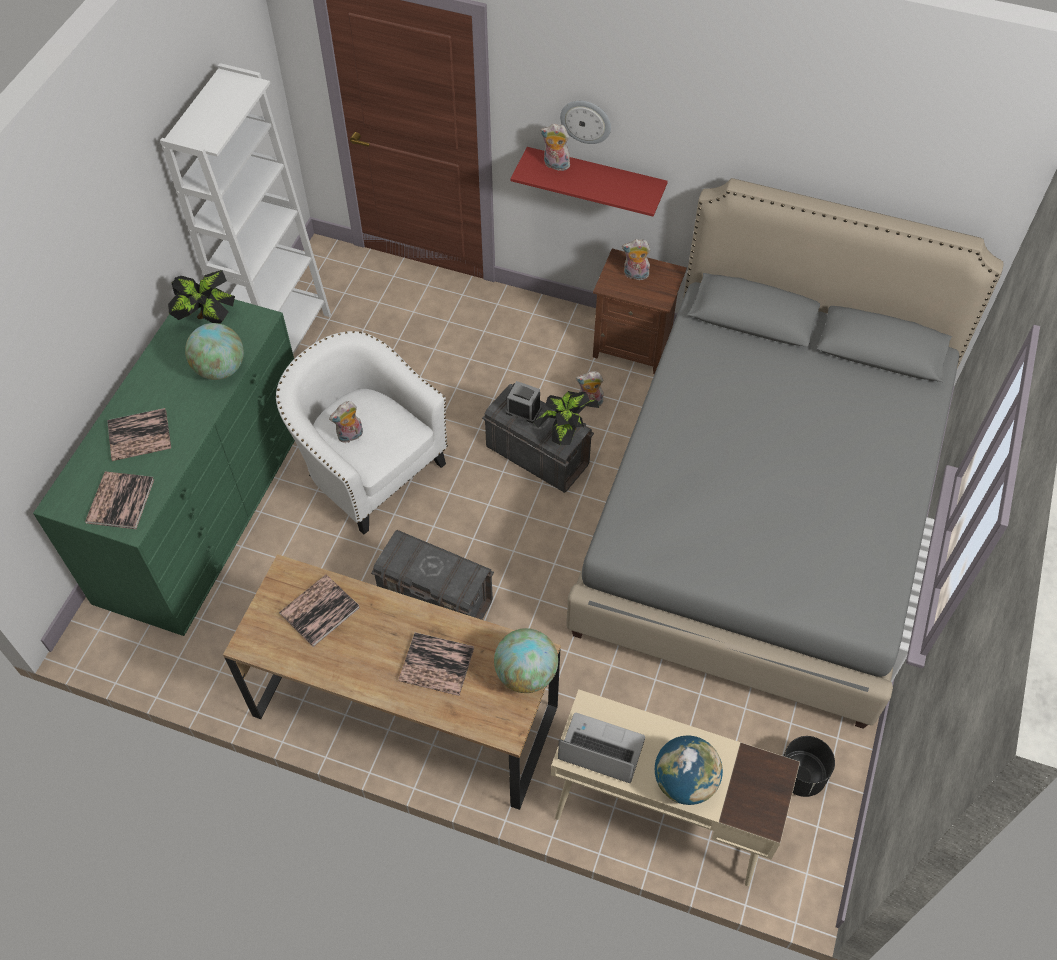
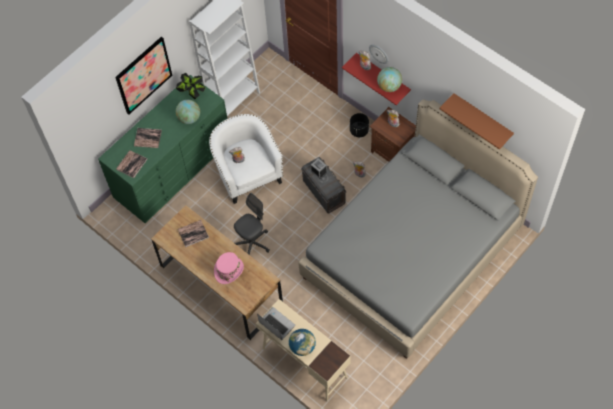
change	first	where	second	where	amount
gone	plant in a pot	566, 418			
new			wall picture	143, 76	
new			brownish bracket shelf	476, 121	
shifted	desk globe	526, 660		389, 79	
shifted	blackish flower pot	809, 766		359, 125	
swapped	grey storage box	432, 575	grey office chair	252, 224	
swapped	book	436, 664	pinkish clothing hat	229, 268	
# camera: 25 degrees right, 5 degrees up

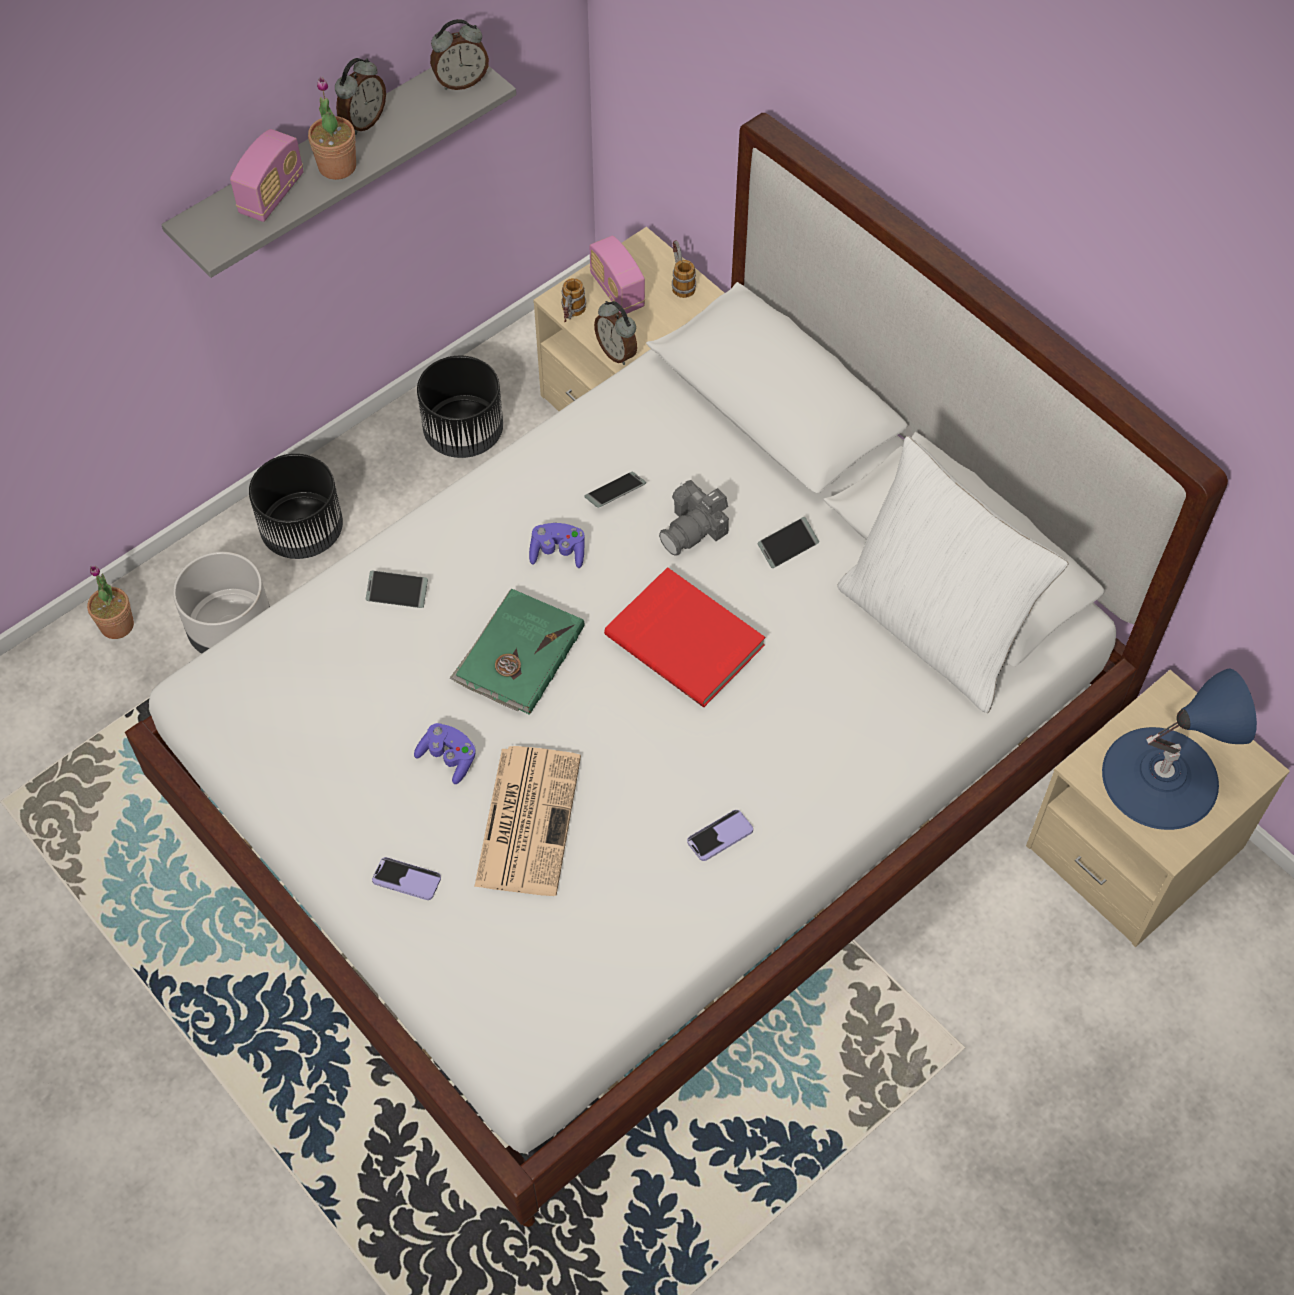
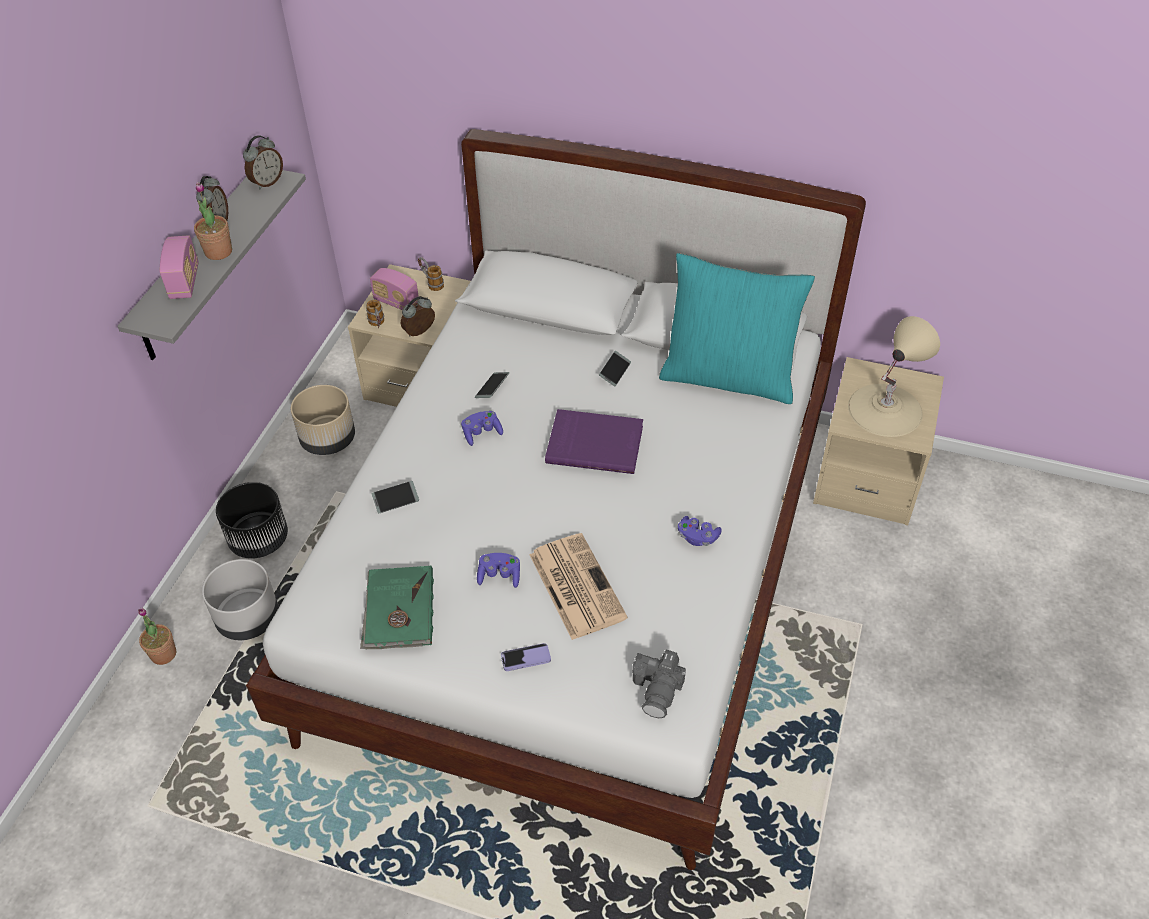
change	first	where	second	where	amount
shifted	green book	517, 652		397, 607	
shifted	photo camera	694, 518		659, 683	
swapped	telephone	720, 835	purple joypad	700, 531	
repainted	blackish flower pot	460, 407	beige flower pot	323, 420	
repainted	red book	685, 637	purple book	594, 441	
repainted	white-coloured pillow	953, 574	turquoise pillow	737, 328	
repainted	bluish table lamp	1179, 749	beige table lamp	894, 376	
rotated	table clock	615, 333		418, 316	120 degrees clockwise
# camera: 30 degrees left, 10 degrees down

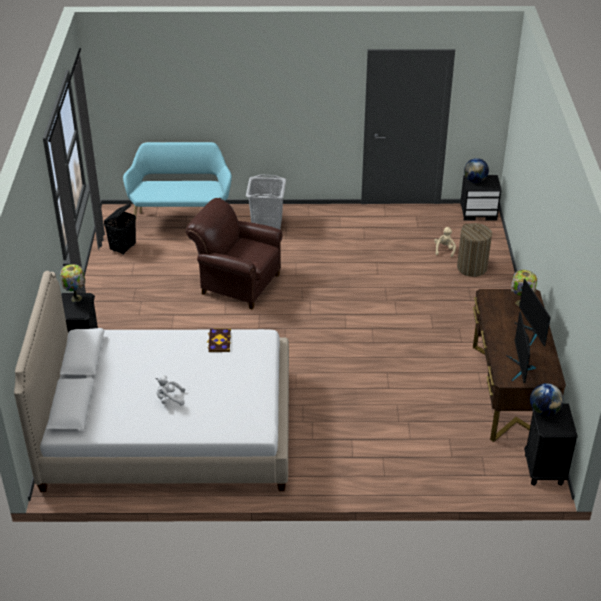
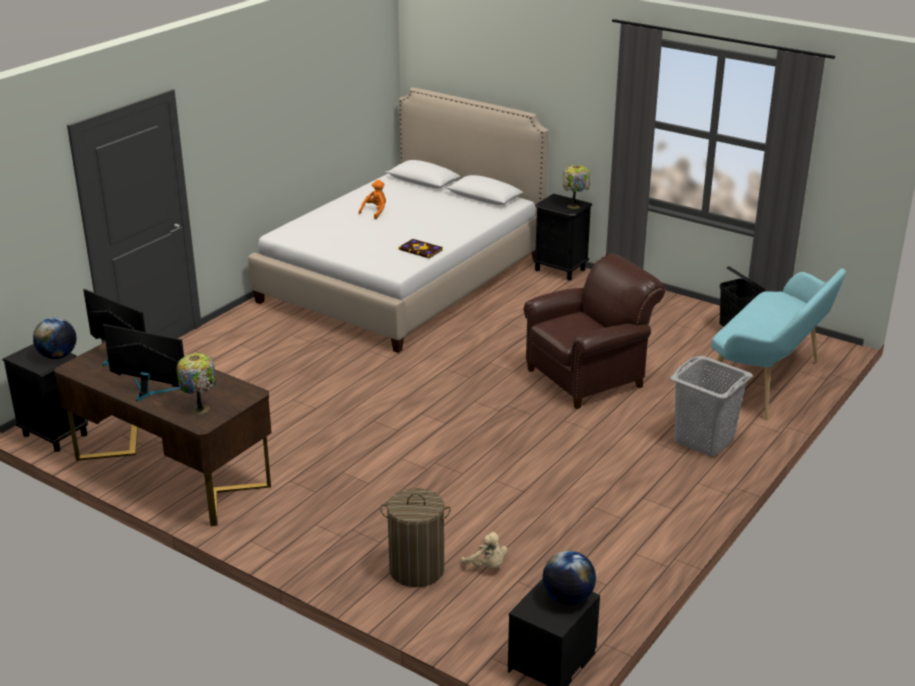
change	first	where	second	where	amount
repainted	white-coloured cuddly toy	170, 390	orange cuddly toy	372, 199	
# camera: 125 degrees right, 10 degrees down

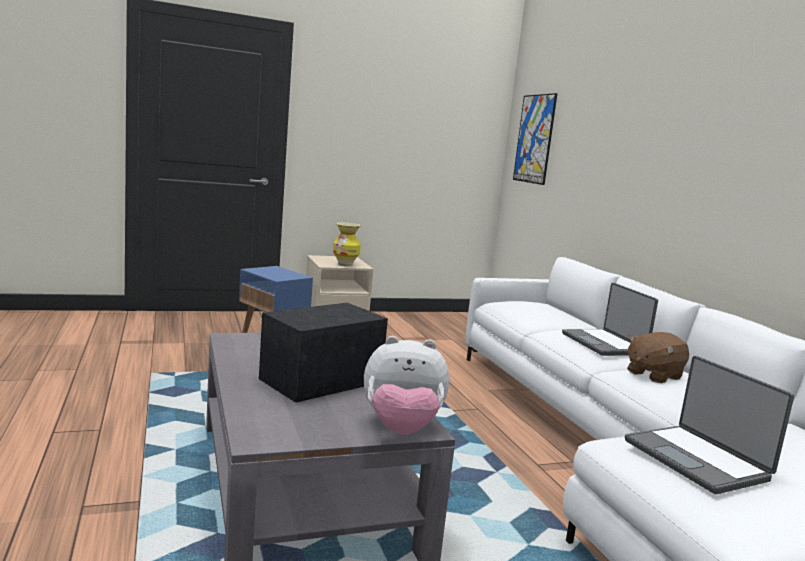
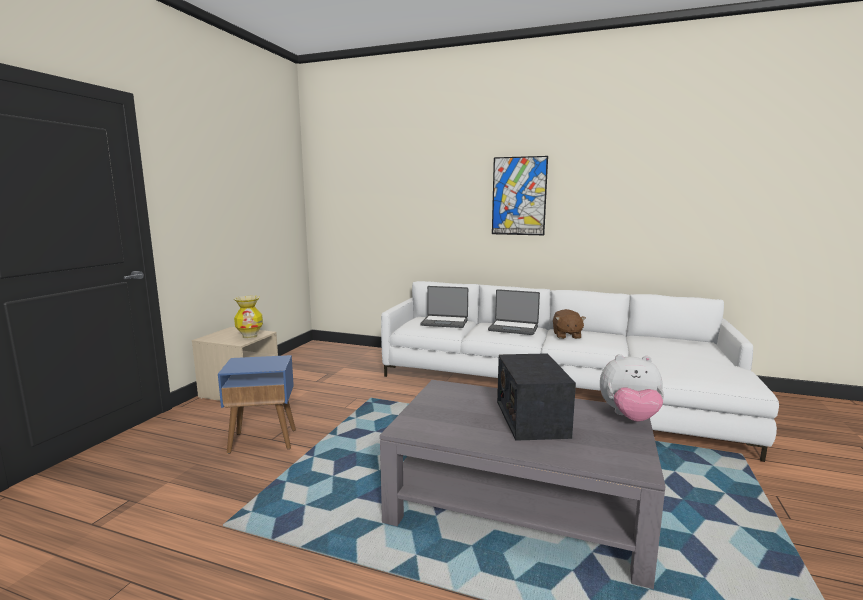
change	first	where	second	where	amount
shifted	wall picture	535, 139		520, 195	
shifted	notebook computer	709, 425		444, 307	
rotated	cuddly toy	406, 385		632, 388	60 degrees clockwise
# camera: 50 degrees left, 0 degrees up

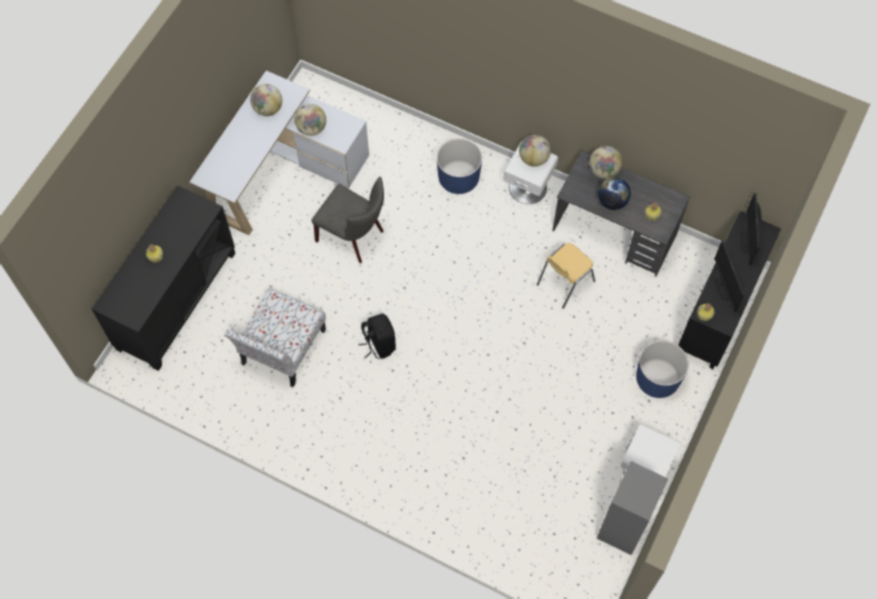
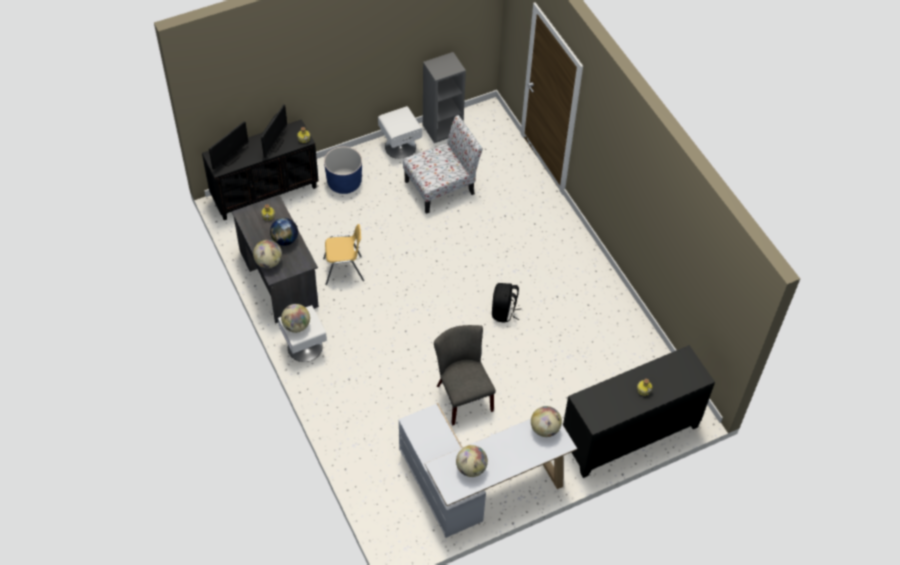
change	first	where	second	where	amount
gone	bluish flower pot	459, 166			
shifted	plain chair	275, 337		443, 164	
shifted	desk globe	310, 120		546, 421	
# camera: 145 degrees left, 10 degrees down

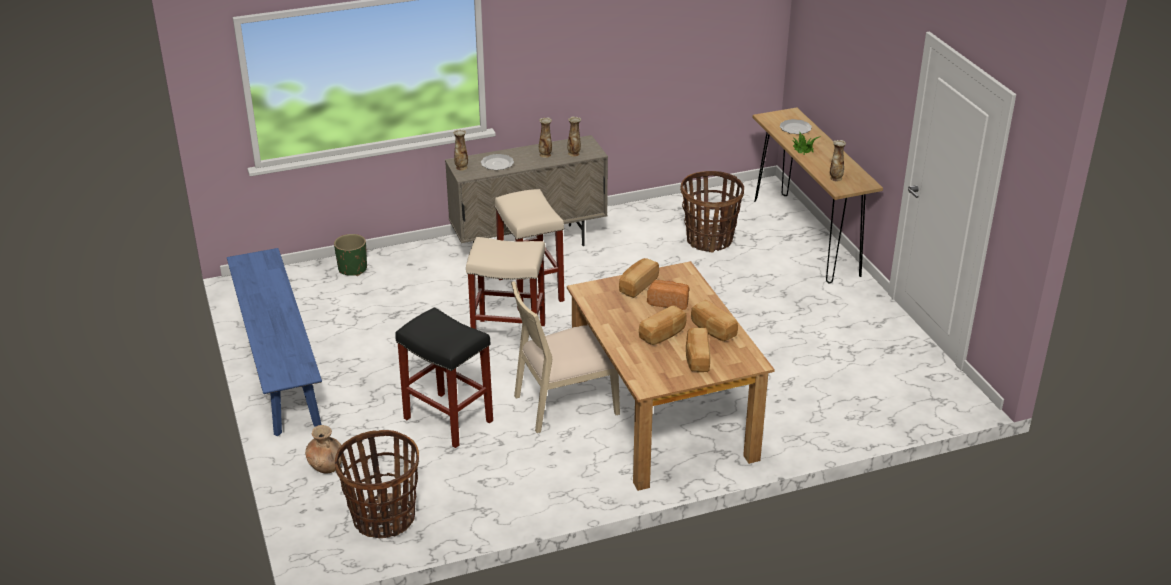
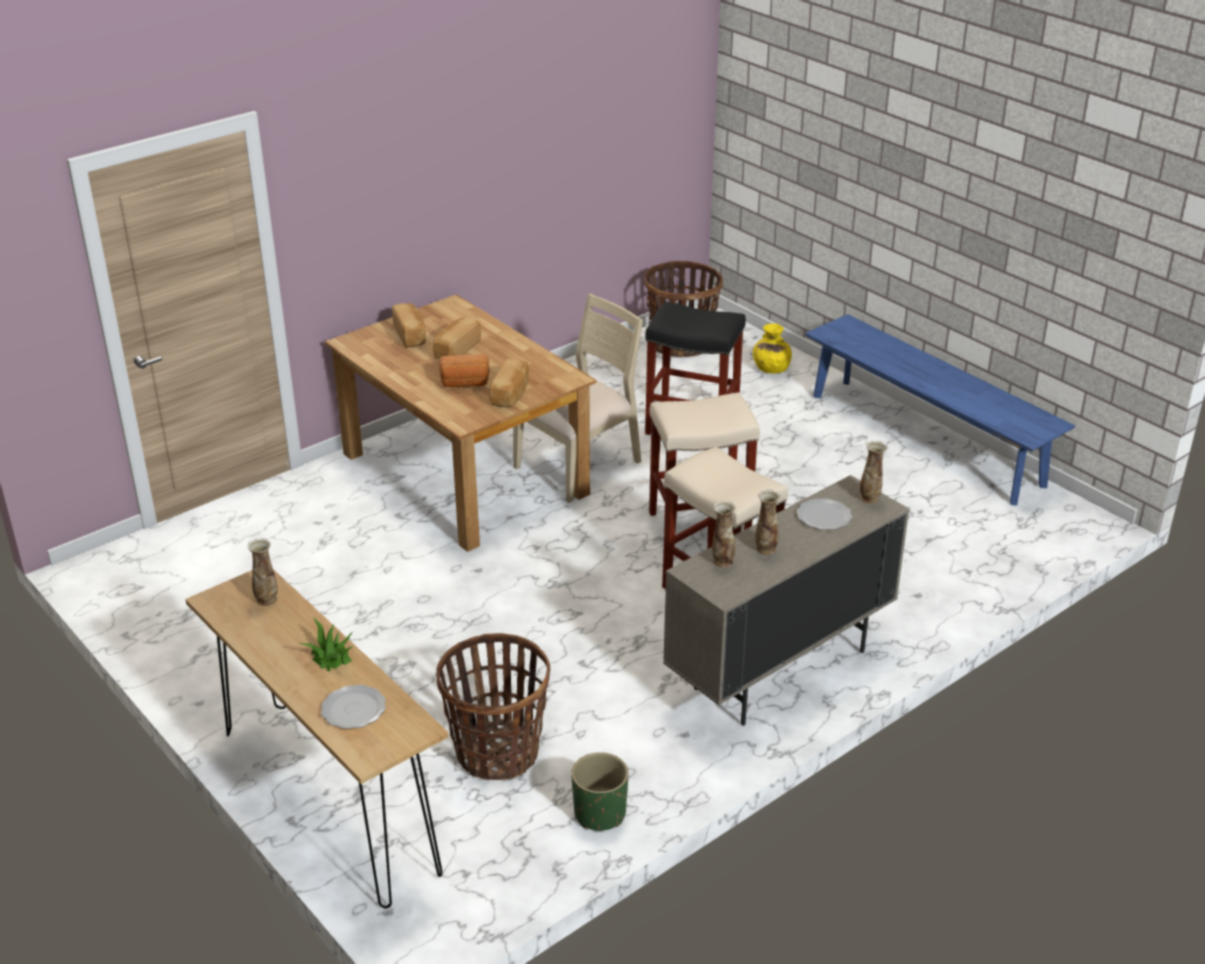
change	first	where	second	where	amount
gone	baked bread	714, 320			
shifted	green flower pot	350, 255		600, 791	
repainted	brownish vase	323, 449	yellow vase	772, 349	
# camera: 160 degrees right, 0 degrees up

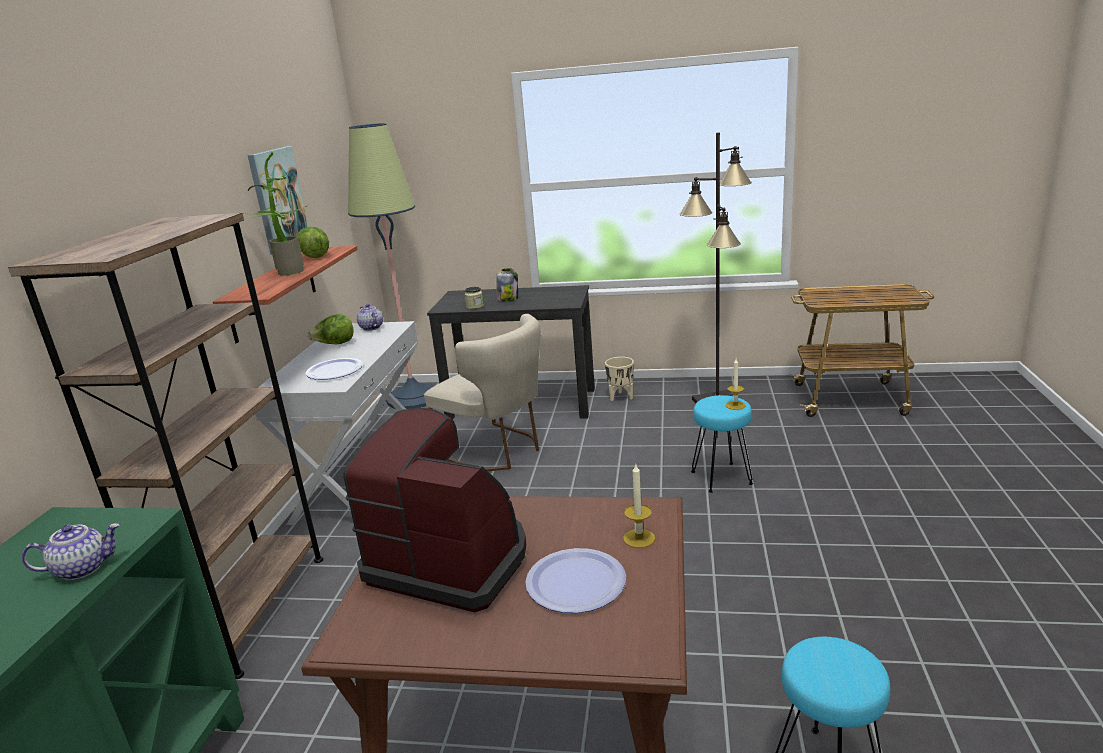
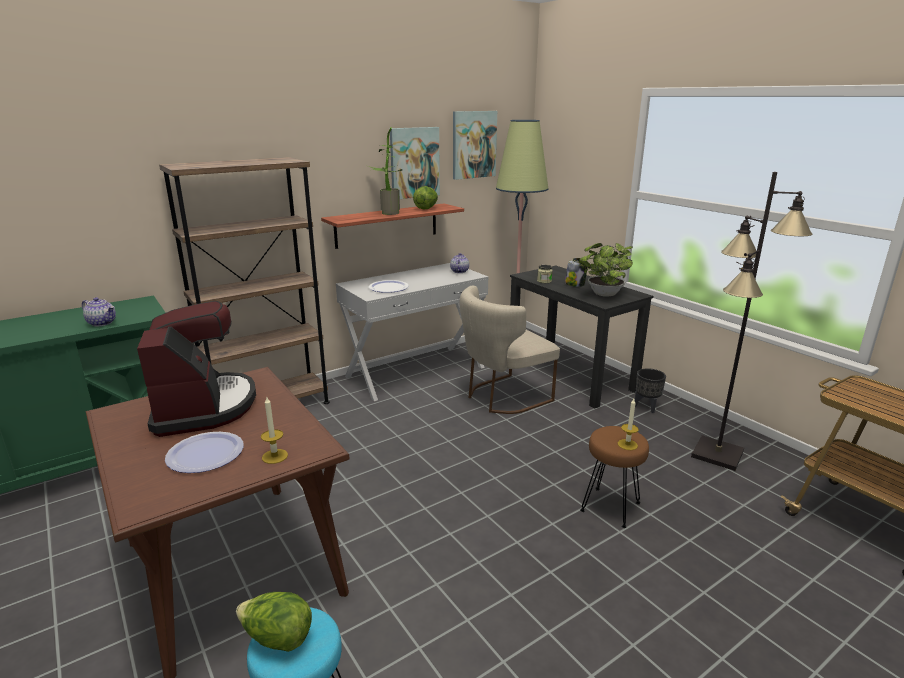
change	first	where	second	where	amount
new			wall picture	475, 145	
new			plant in a pot	606, 270	
shifted	lettuce	330, 329		274, 622	
repainted	beige flower pot	619, 379	blackish flower pot	650, 390	
repainted	turquoise sitting stool	722, 444	brownish sitting stool	614, 477	
rotated	beige plain chair	482, 392		510, 350	60 degrees clockwise
# camera: 45 degrees right, 0 degrees up

